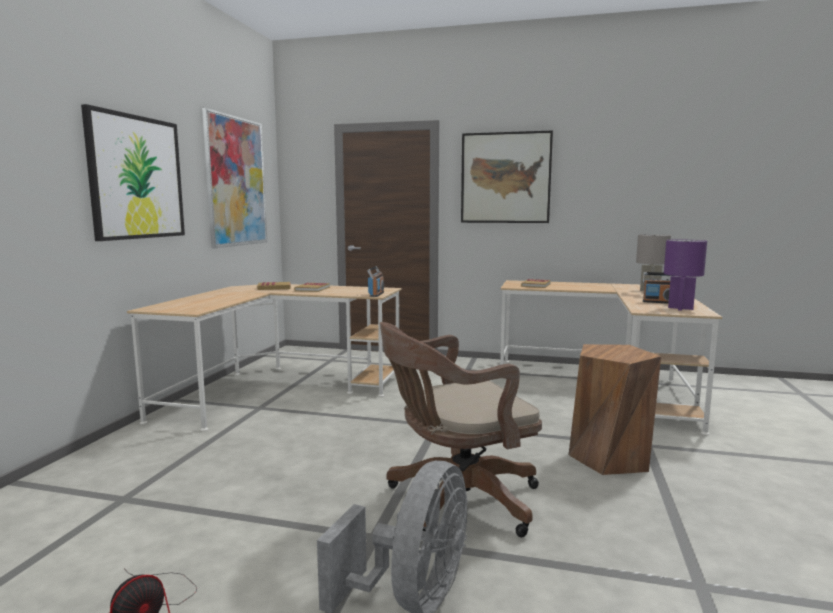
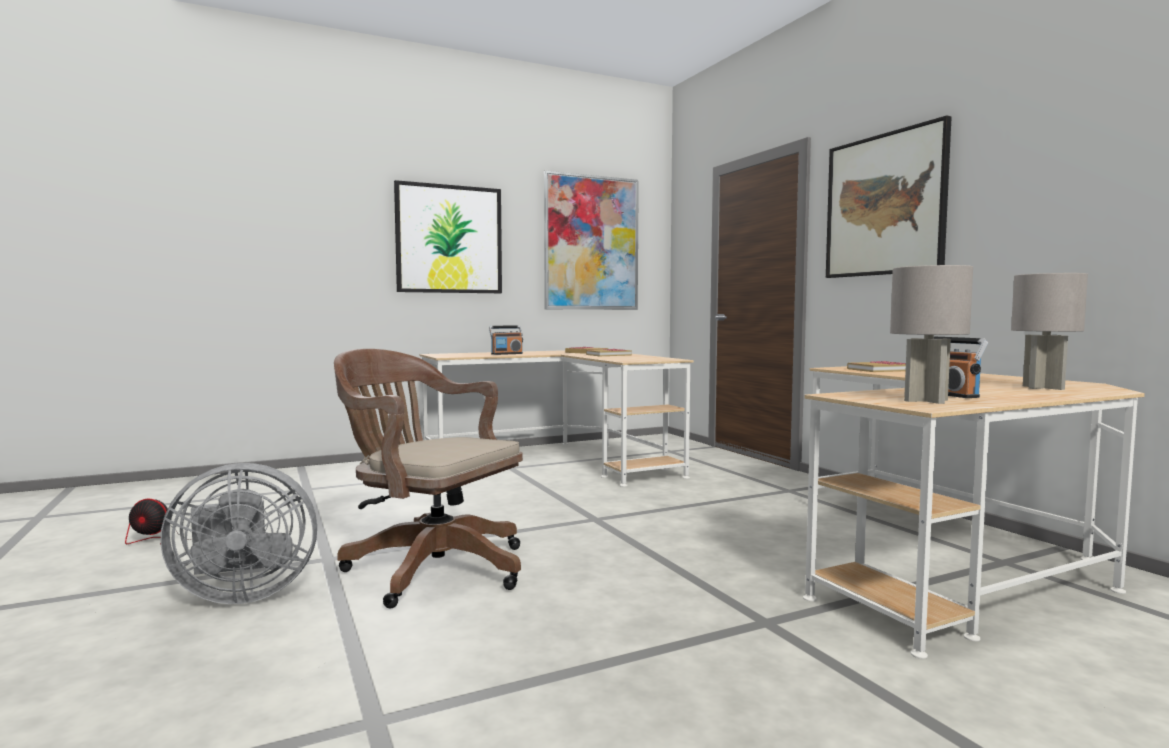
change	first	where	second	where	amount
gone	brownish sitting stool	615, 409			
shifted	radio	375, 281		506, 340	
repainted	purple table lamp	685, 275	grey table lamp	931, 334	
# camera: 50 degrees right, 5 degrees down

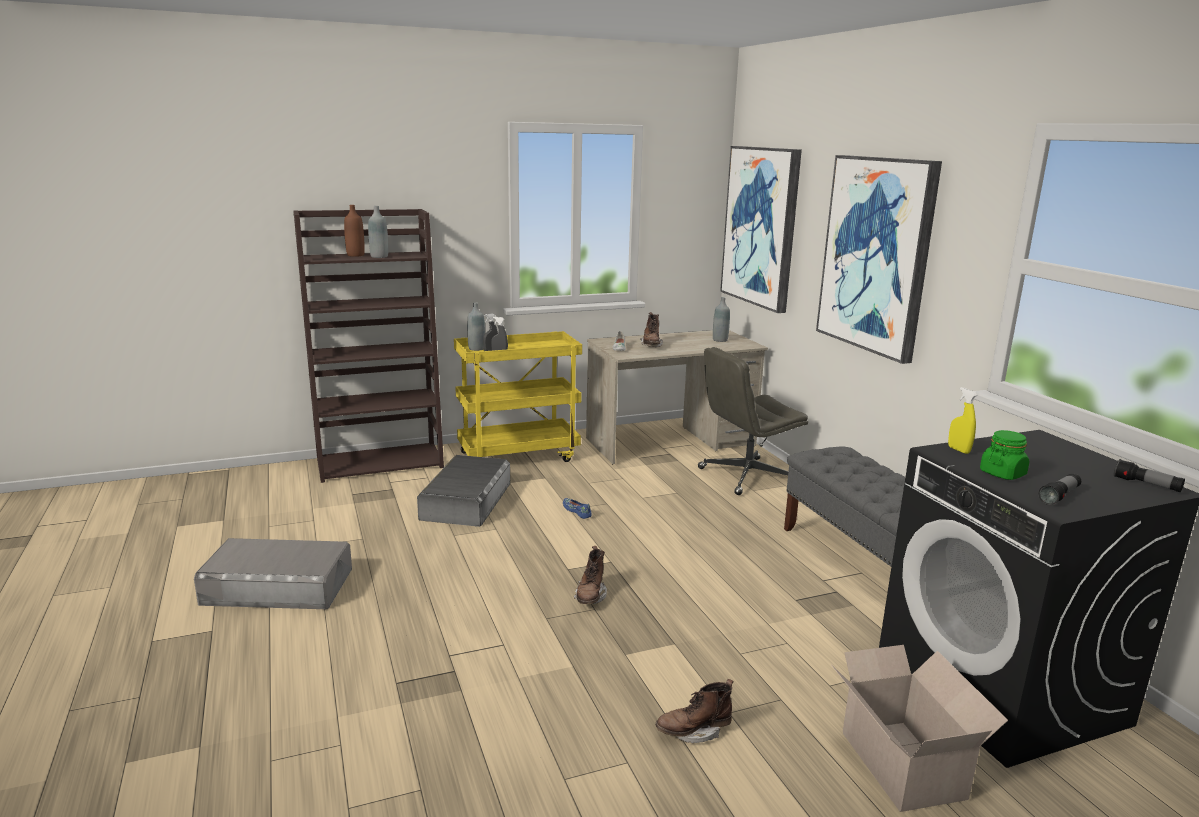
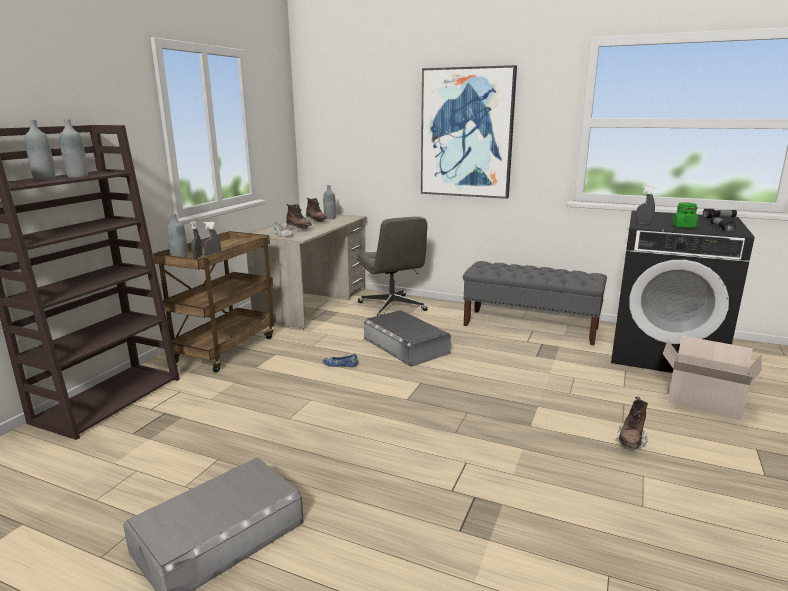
change	first	where	second	where	amount
gone	wall picture	761, 229			
shifted	grey storage box	463, 491		407, 338	
shifted	brownish tall boot	590, 575		316, 210	
repainted	brownish bottle	354, 231	grey bottle	40, 150	
repainted	yellow trolley	518, 396	brownish trolley	214, 302	
repainted	yellow hand sprayer	962, 420	grey hand sprayer	645, 205	
rotated	grey office chair	753, 421		392, 266	45 degrees counterclockwise
# camera: 45 degrees left, 0 degrees up

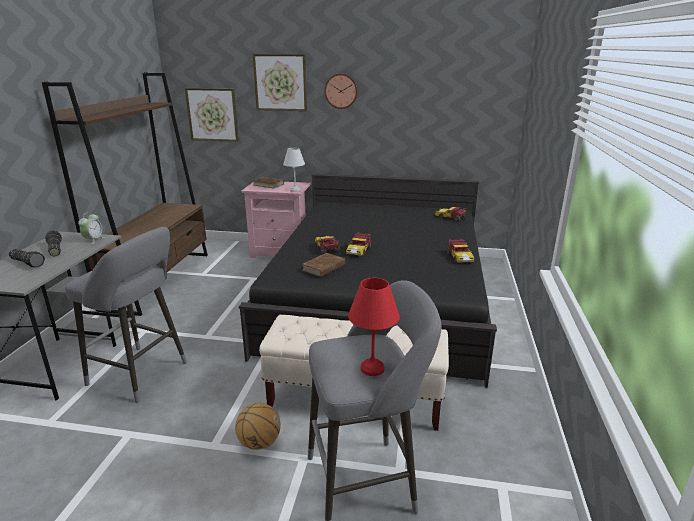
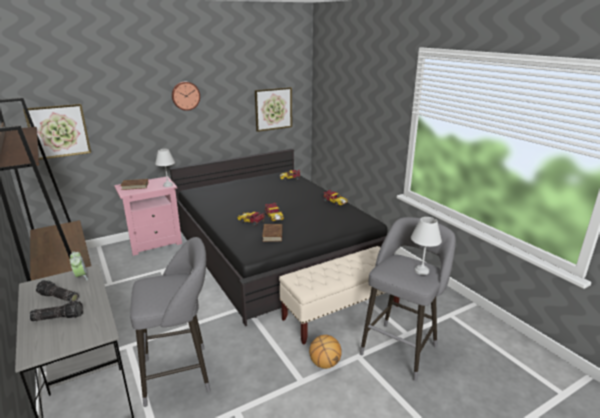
change	first	where	second	where	amount
shifted	wall picture	279, 82		273, 109	
repainted	red table lamp	374, 327	white-coloured table lamp	426, 246	
# camera: 40 degrees left, 0 degrees up

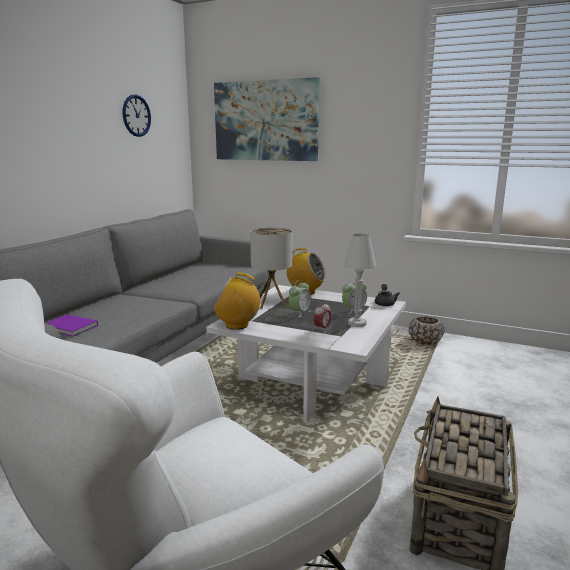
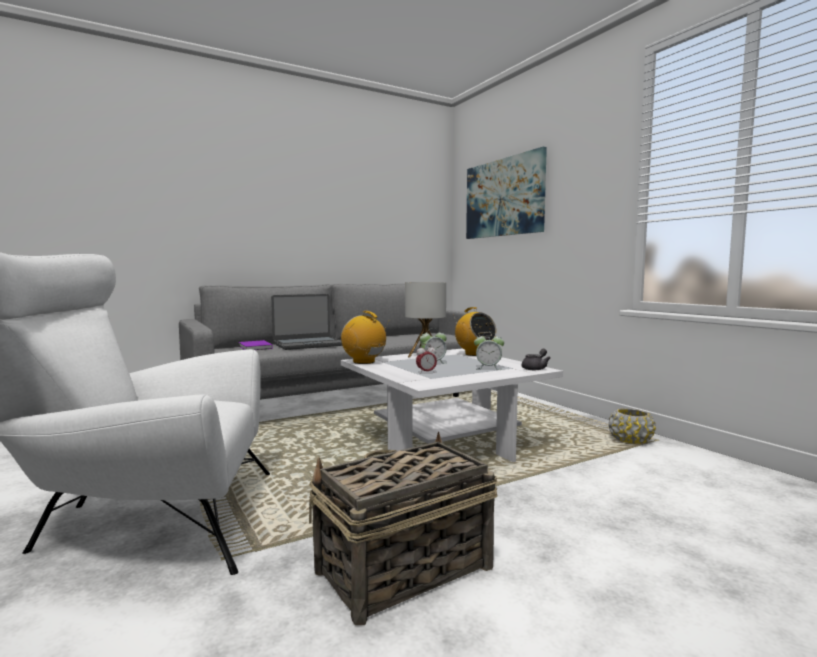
change	first	where	second	where	amount
gone	hanging clock	137, 116			
gone	white-coloured table lamp	360, 280			
new			notebook computer	306, 322	
repainted	brownish flower pot	426, 330	yellow flower pot	632, 426	
# camera: 35 degrees right, 10 degrees down

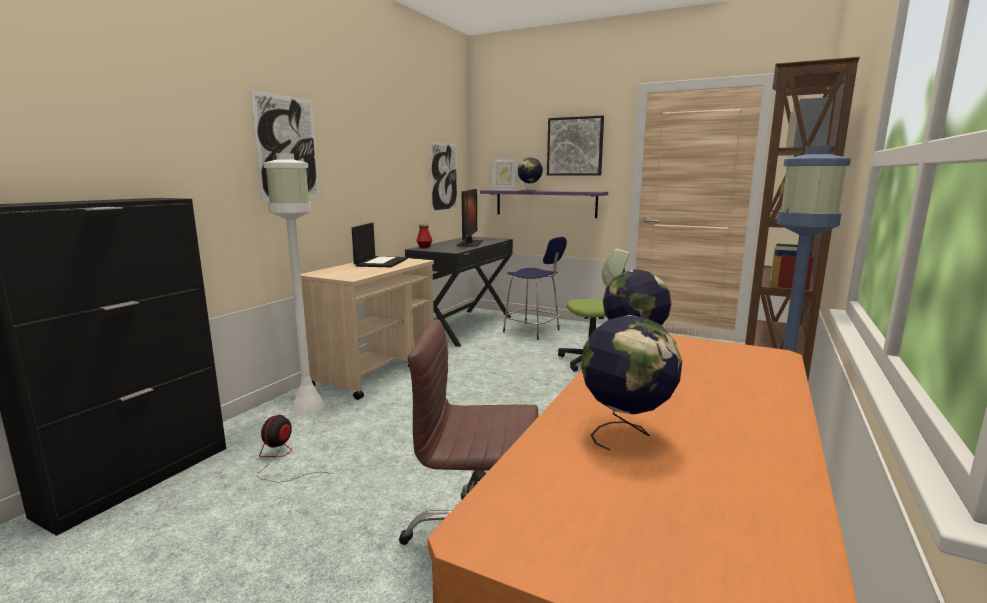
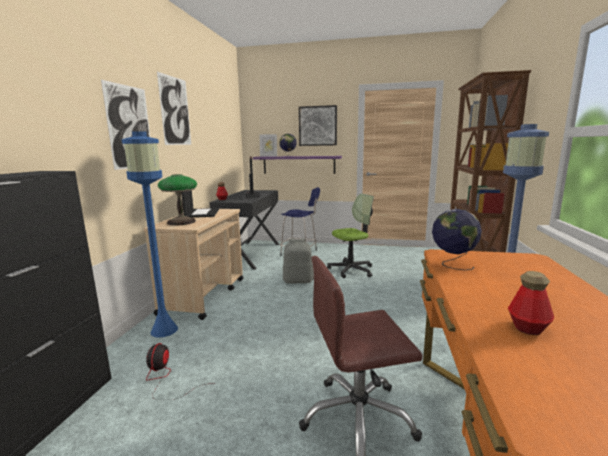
change	first	where	second	where	amount
new			table lamp	177, 199	
new			grey backpack	298, 261	
shifted	wall picture	444, 177		174, 108	
swapped	desk globe	631, 383	bottle	531, 303	
repainted	white-coloured standing lamp	294, 283	bluish standing lamp	150, 234	
# camera: 15 degrees left, 0 degrees up

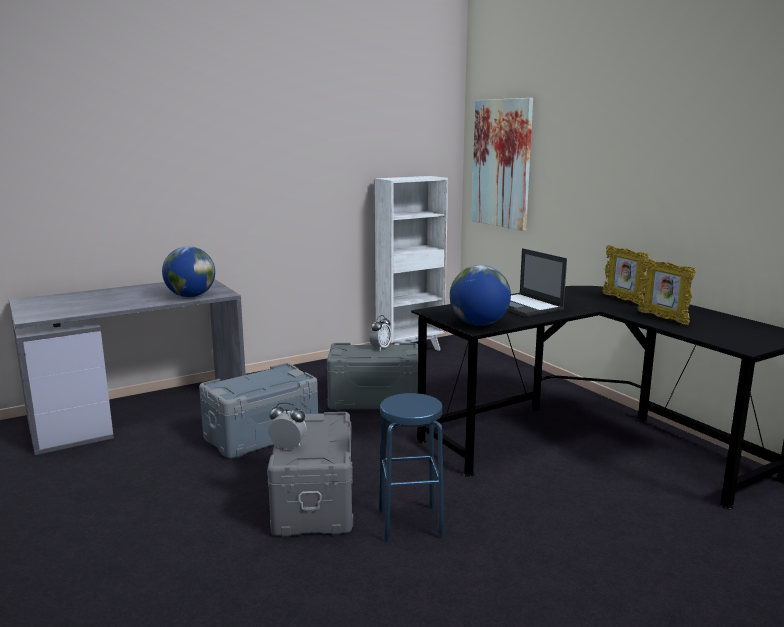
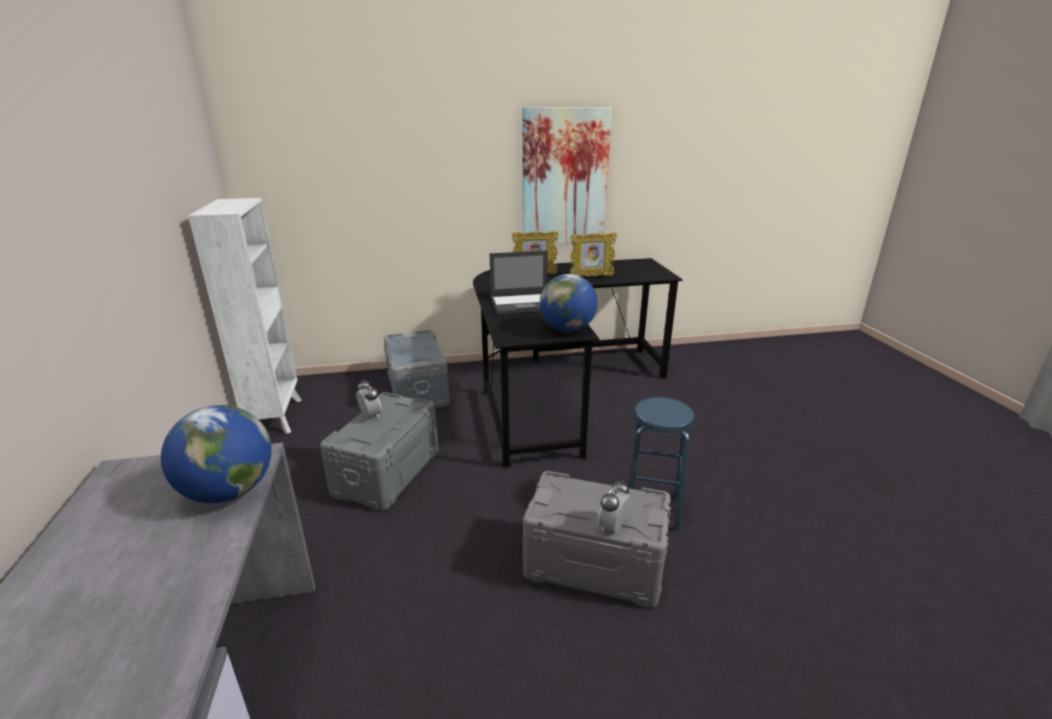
change	first	where	second	where	amount
shifted	grey storage box	258, 410		417, 369	
shifted	wall picture	502, 164		567, 176	
# camera: 70 degrees left, 10 degrees up

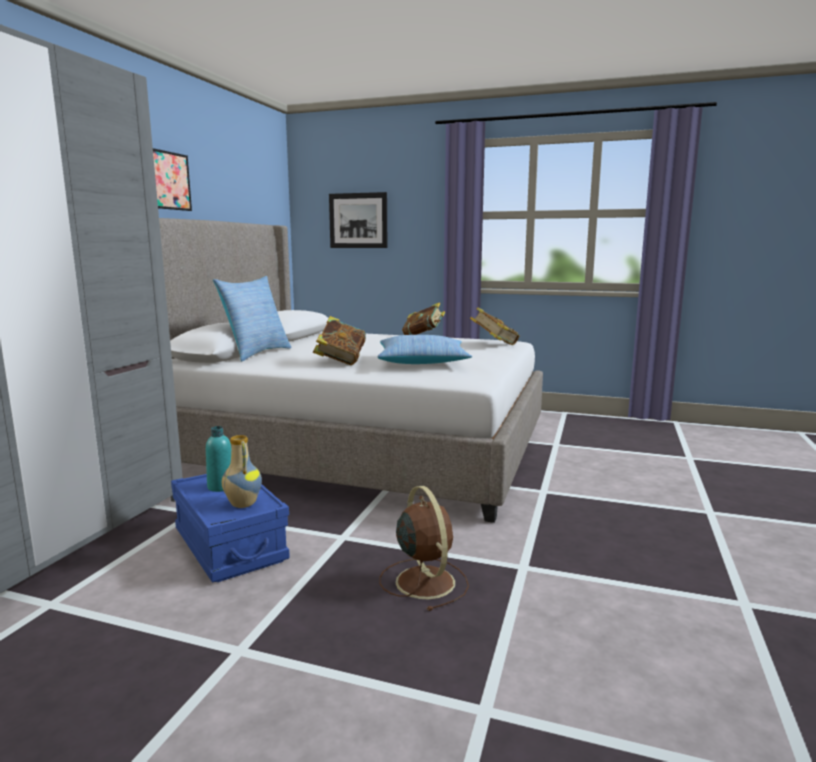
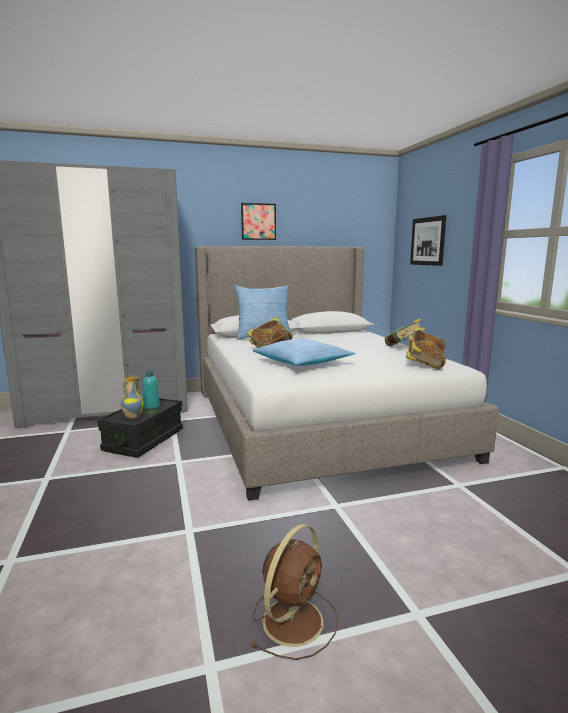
change	first	where	second	where	amount
shifted	brownish electric fan	424, 548		294, 592	
repainted	bluish storage box	230, 528	blackish storage box	140, 428	
# camera: 55 degrees right, 0 degrees up

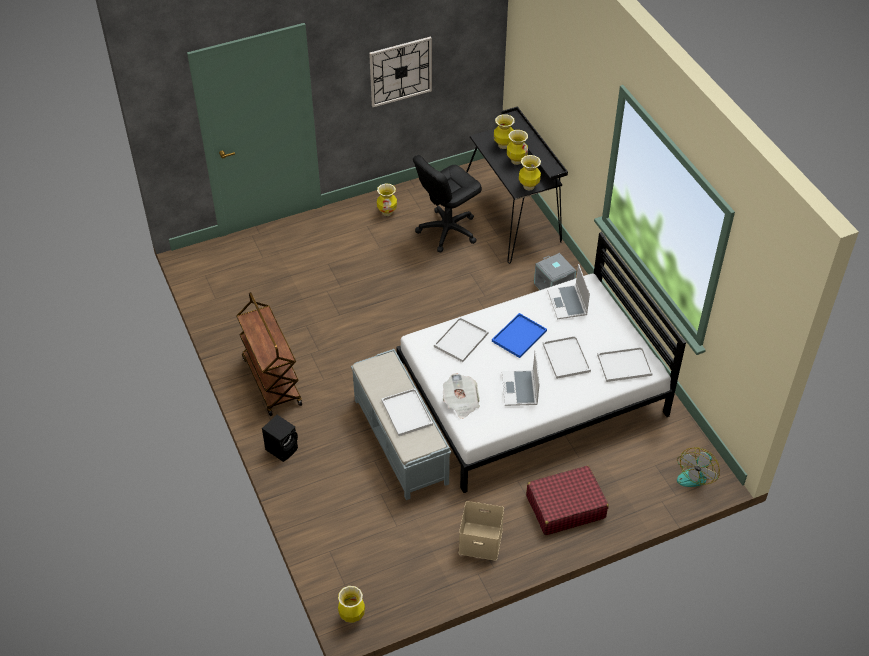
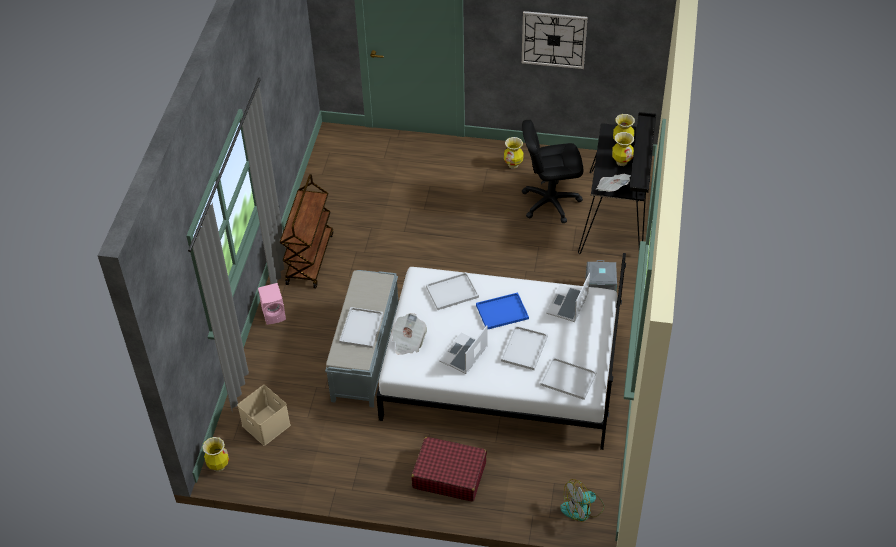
change	first	where	second	where	amount
shifted	beige storage box	481, 531		264, 415	
swapped	vase	530, 173	printed paper	613, 183	
repainted	blackish loudspeaker	280, 438	pinkish loudspeaker	272, 304	
# camera: 35 degrees right, 0 degrees up

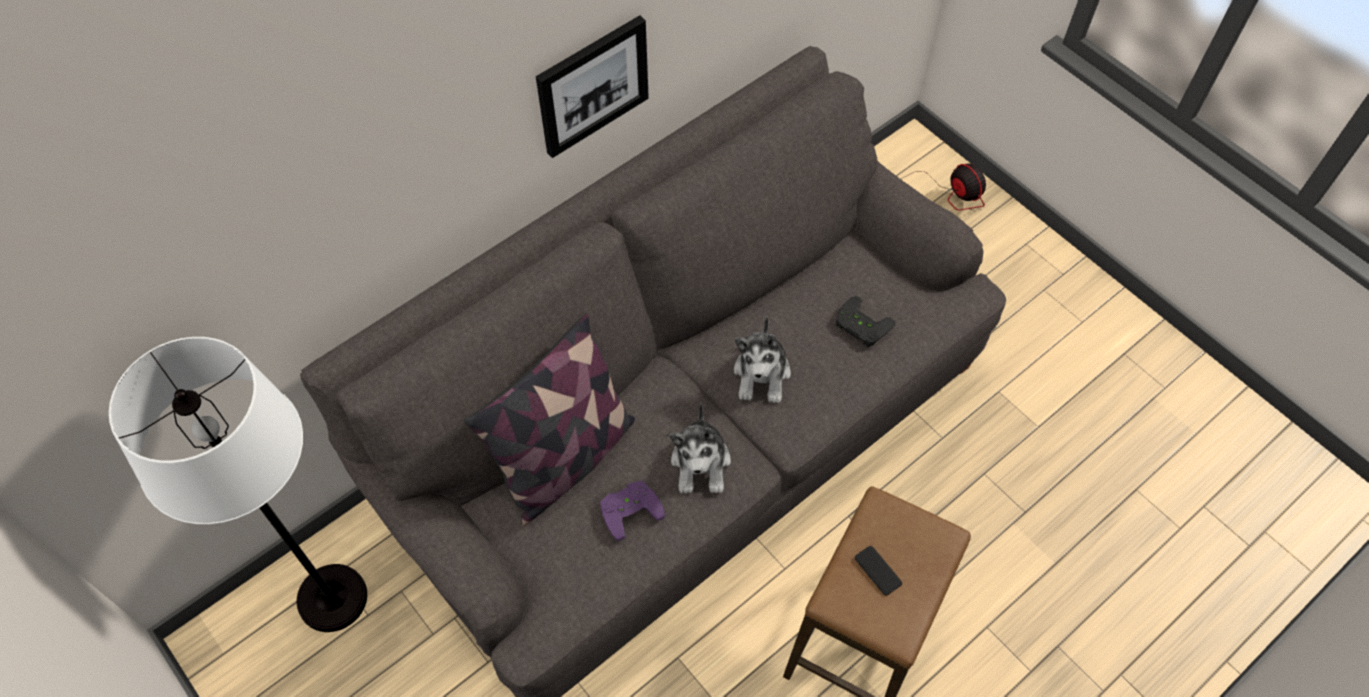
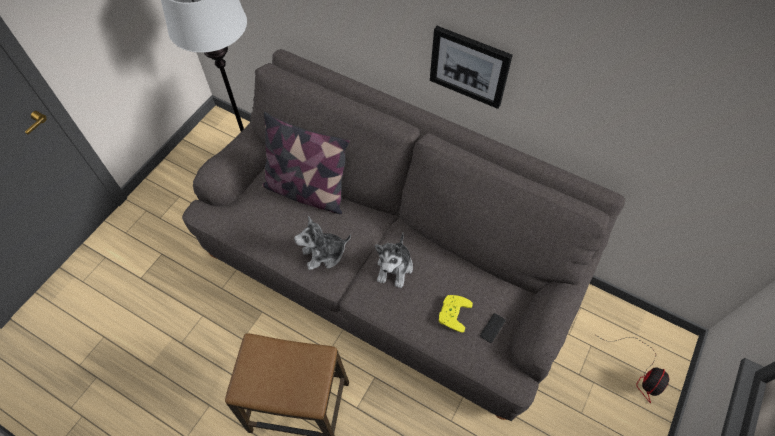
change	first	where	second	where	amount
gone	purple joypad	632, 511			
shifted	telephone	878, 571		492, 328	
repainted	blackish joypad	865, 321	yellow joypad	455, 314	
rotated	cuddly toy	762, 359		394, 260	60 degrees counterclockwise
# camera: 70 degrees right, 0 degrees up

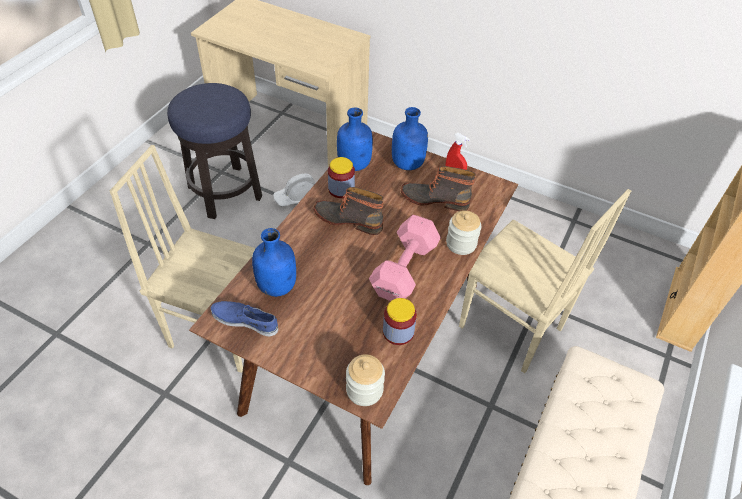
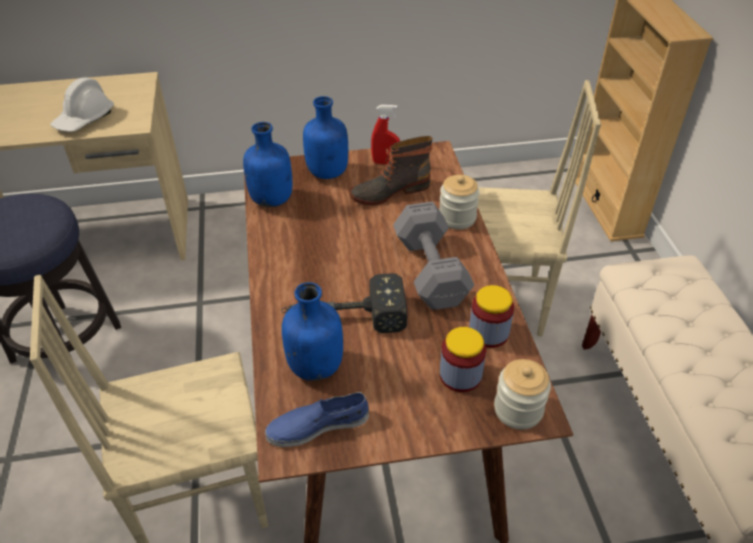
change	first	where	second	where	amount
gone	tall boot	349, 211			
new			hand hammer	344, 303	
shifted	white-coloured safety helmet	294, 190		82, 104	
shifted	preserve jar	341, 177		462, 359	
repainted	pinkish free weight	405, 258	grey free weight	433, 256	
# camera: 35 degrees left, 5 degrees down

